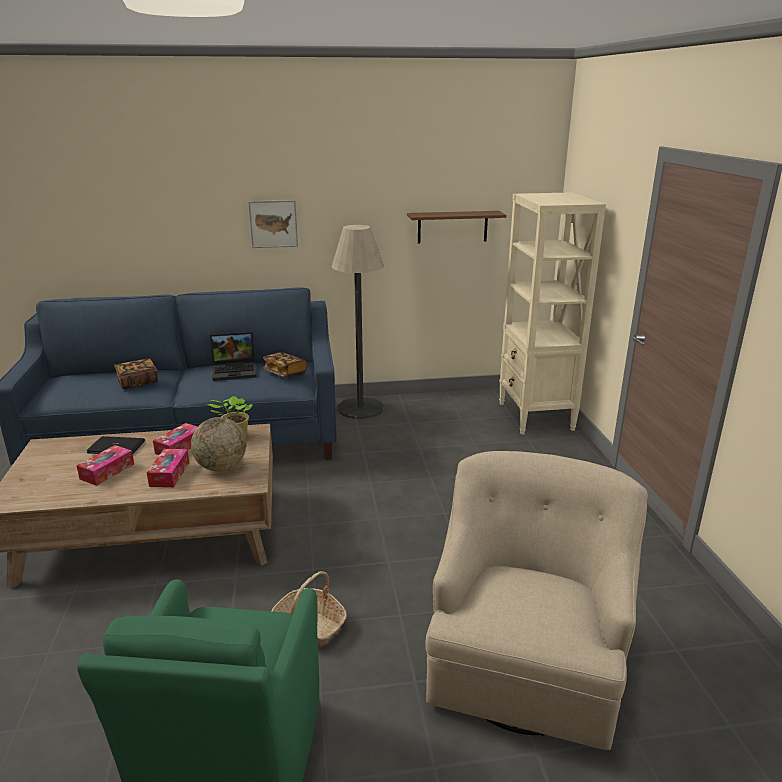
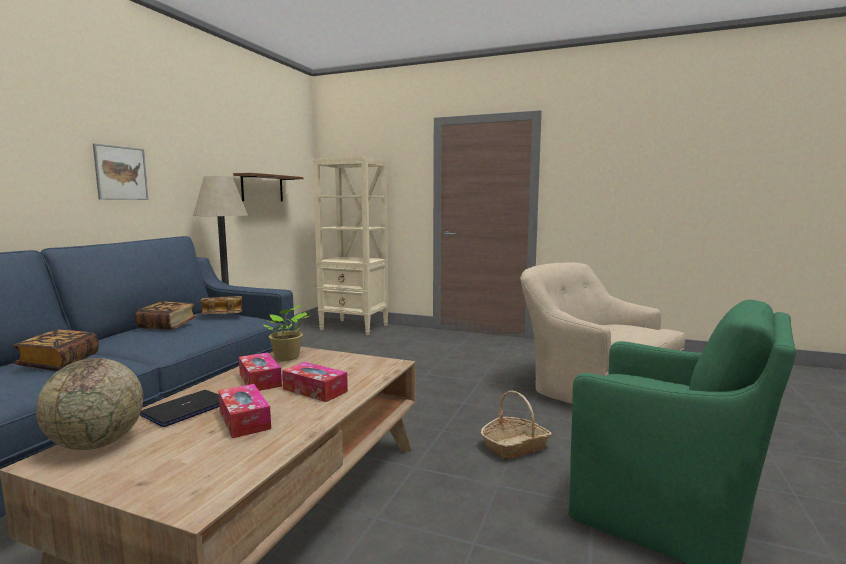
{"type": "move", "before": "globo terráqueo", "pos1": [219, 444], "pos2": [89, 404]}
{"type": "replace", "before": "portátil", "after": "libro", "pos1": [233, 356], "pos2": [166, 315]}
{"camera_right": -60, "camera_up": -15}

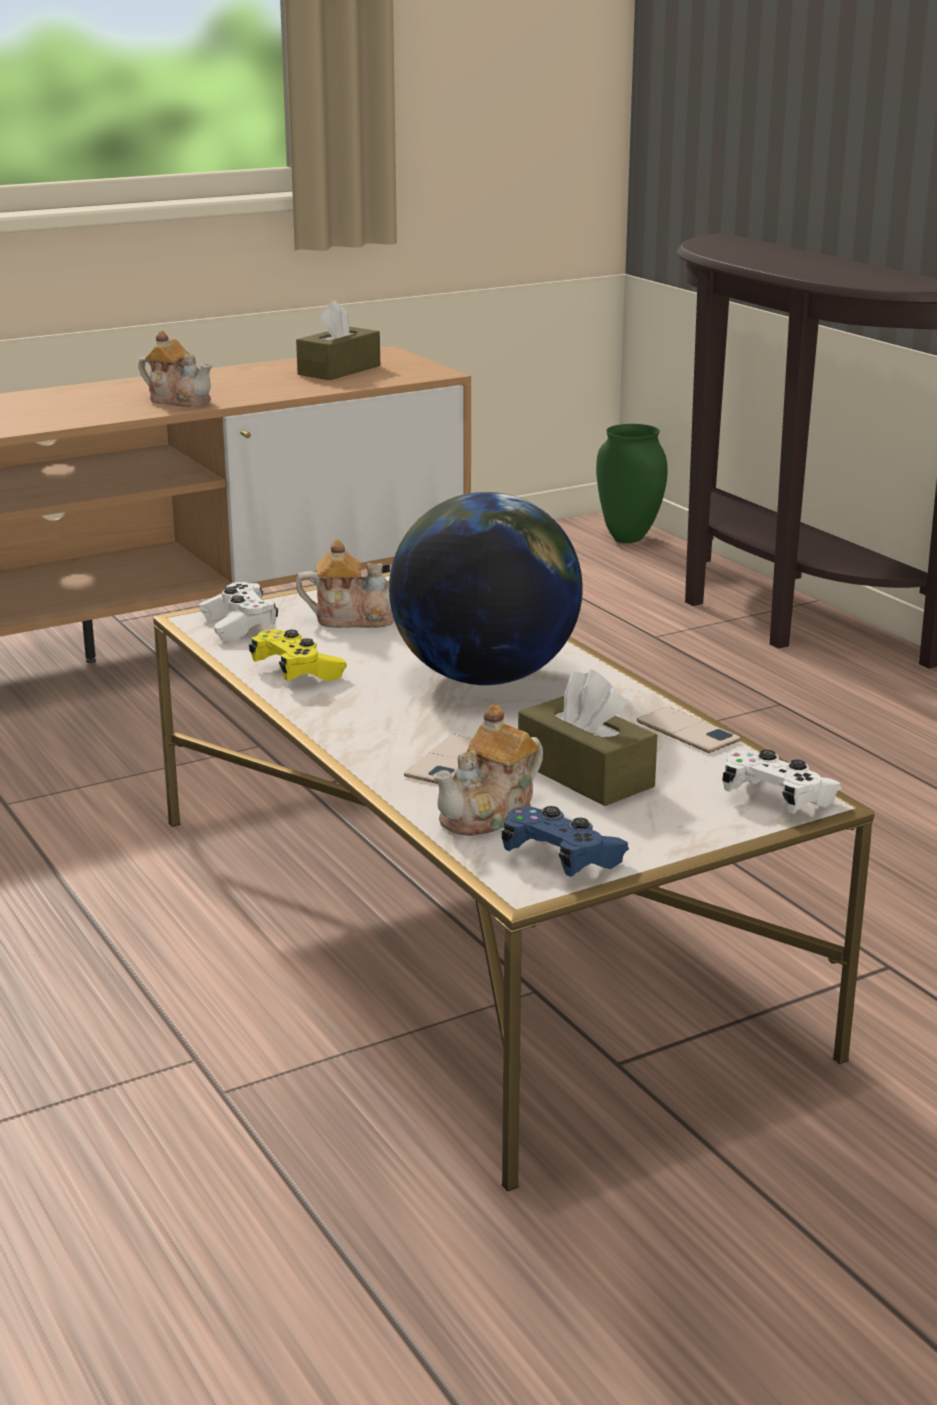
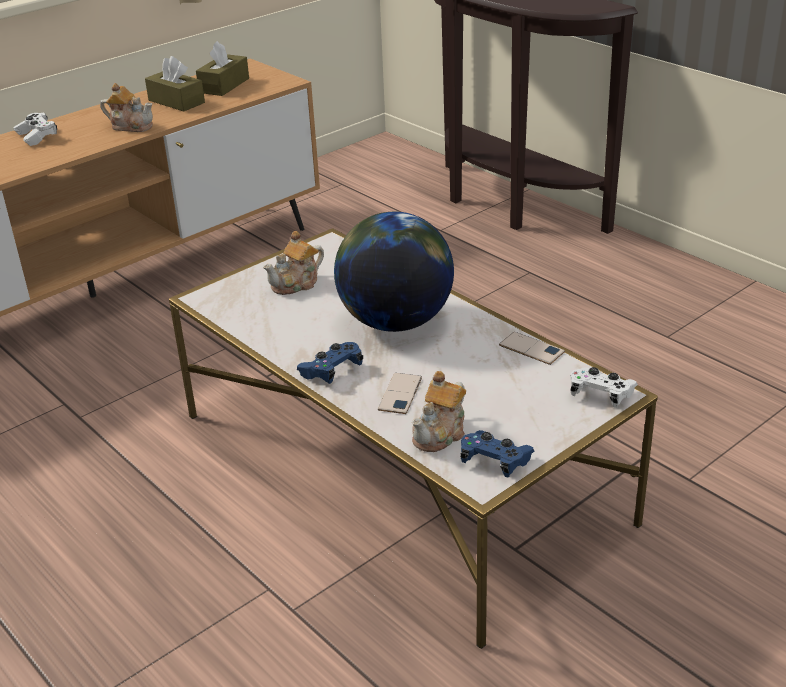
{"type": "delete", "before": "mando de consola (amarillo)", "pos1": [298, 655]}
{"type": "delete", "before": "florero (verde)", "pos1": [631, 483]}
{"type": "insert", "after": "mando de consola (azul)", "pos2": [330, 363]}
{"type": "move", "before": "mando de consola (blanco)", "pos1": [238, 611], "pos2": [35, 129]}
{"type": "move", "before": "caja de pañuelos (marrón)", "pos1": [587, 737], "pos2": [175, 83]}
{"type": "rotate", "before": "tetera", "pos1": [345, 583], "pos2": [293, 263], "turn": 150}
{"camera_right": -10, "camera_up": 10}

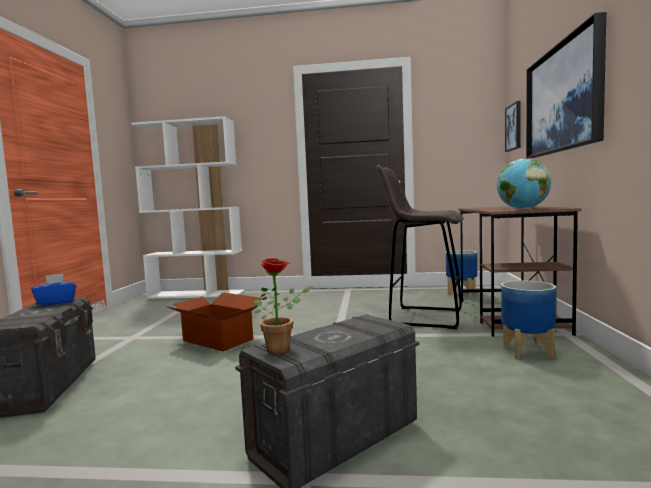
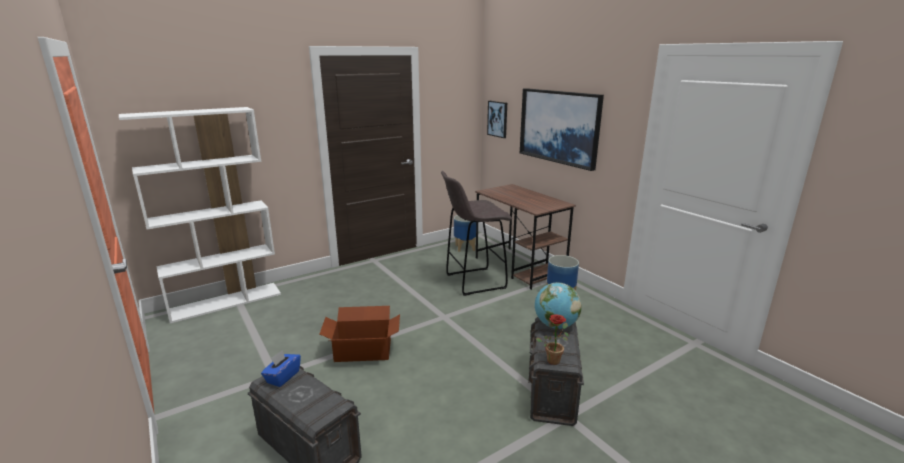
{"type": "move", "before": "globo terráqueo", "pos1": [524, 184], "pos2": [558, 305]}
{"camera_right": -40, "camera_up": 15}

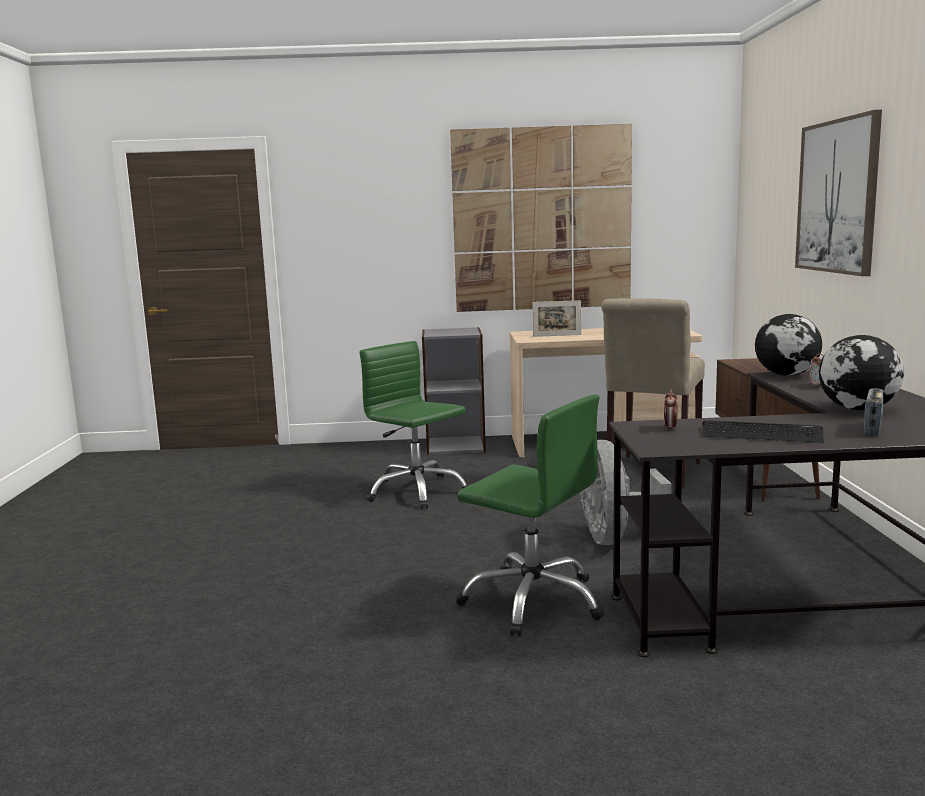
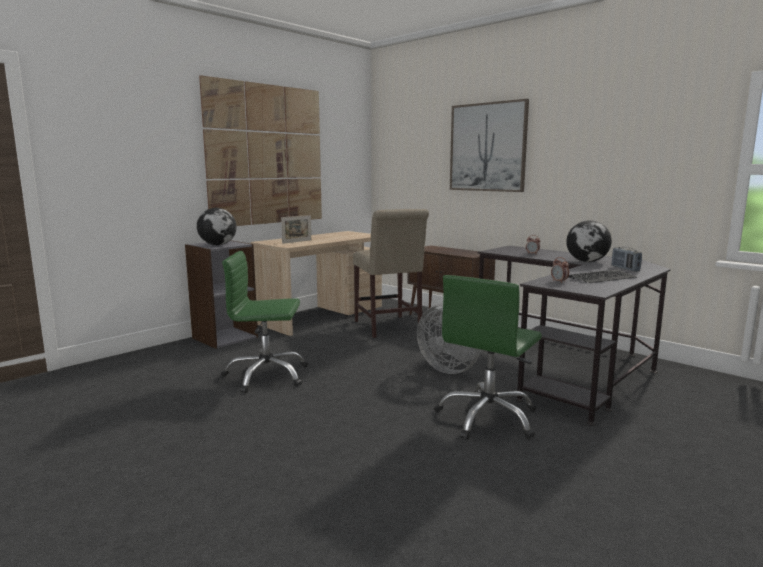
{"type": "move", "before": "globo terráqueo", "pos1": [788, 345], "pos2": [216, 226]}
{"type": "rotate", "before": "silla de oficina (verde)", "pos1": [530, 515], "pos2": [488, 357], "turn": 135}
{"camera_right": -45, "camera_up": 0}

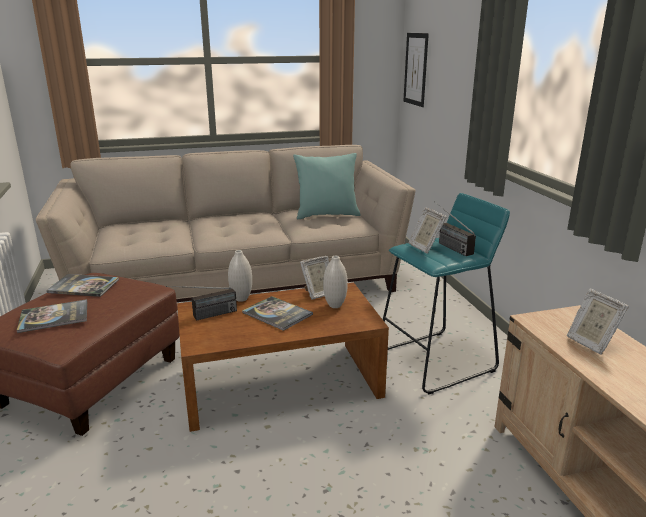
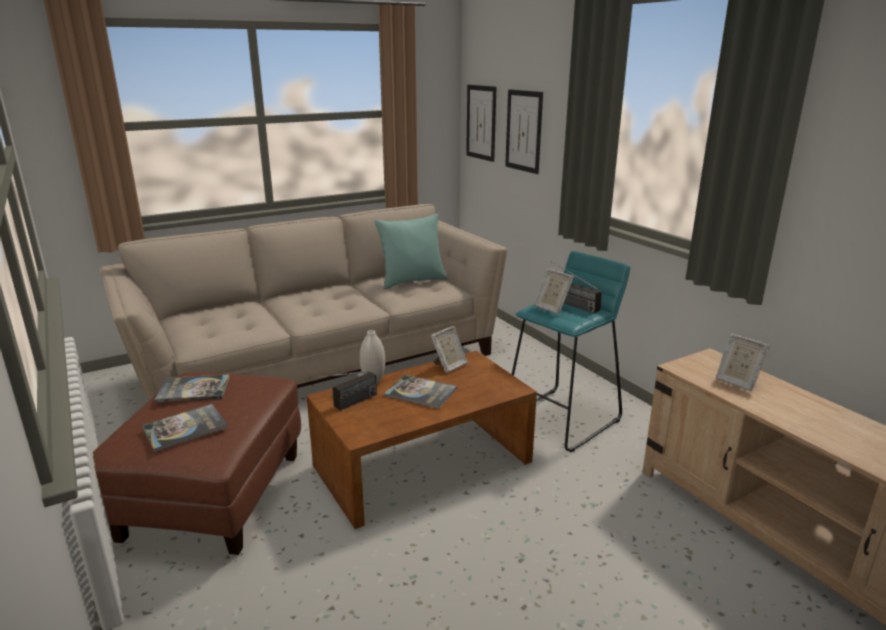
{"type": "delete", "before": "florero (blanco)", "pos1": [335, 282]}
{"type": "insert", "after": "cuadro", "pos2": [524, 131]}
{"camera_right": -15, "camera_up": 0}

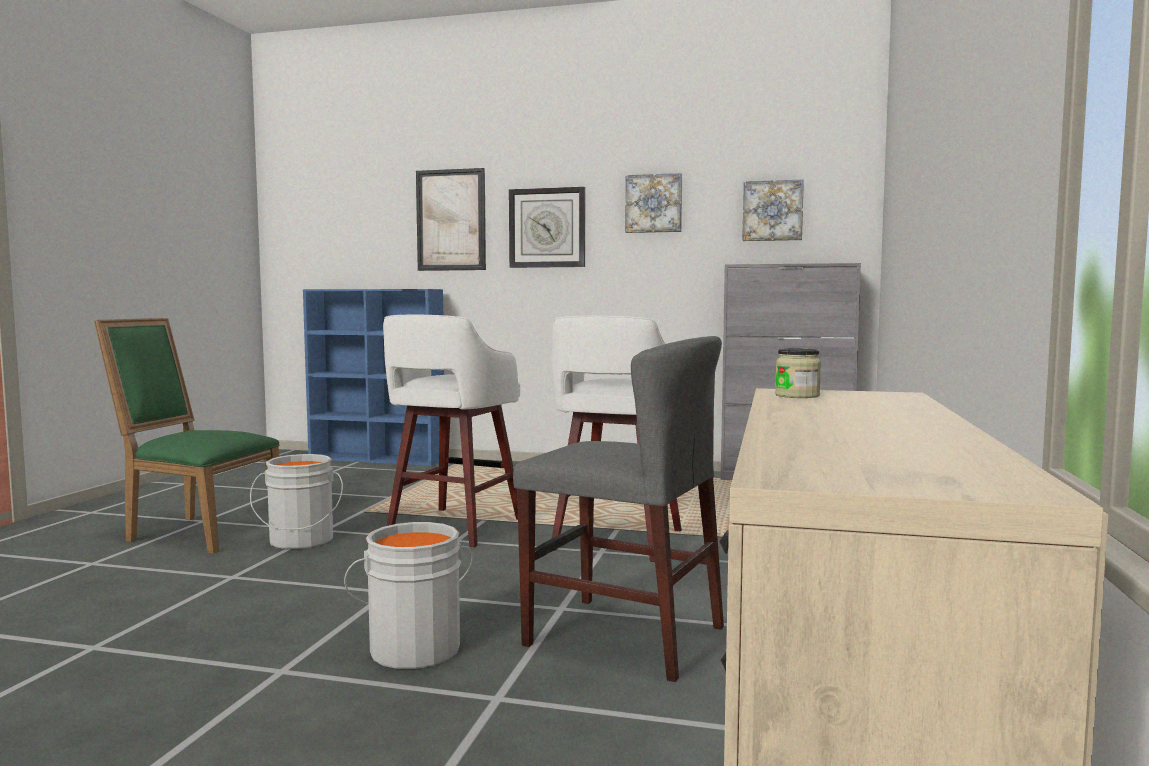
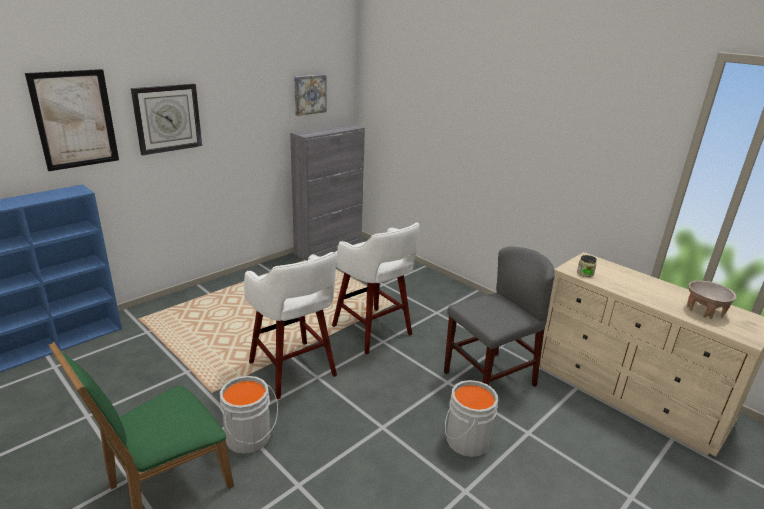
{"type": "delete", "before": "cuadro", "pos1": [653, 203]}
{"type": "insert", "after": "cuenco (beis)", "pos2": [711, 300]}
{"camera_right": -60, "camera_up": 20}

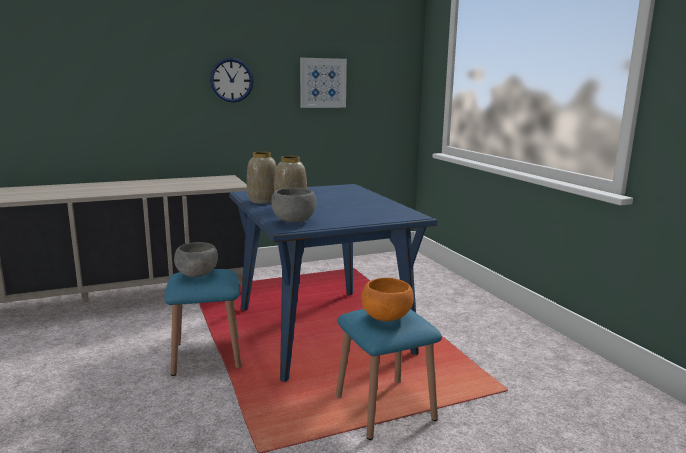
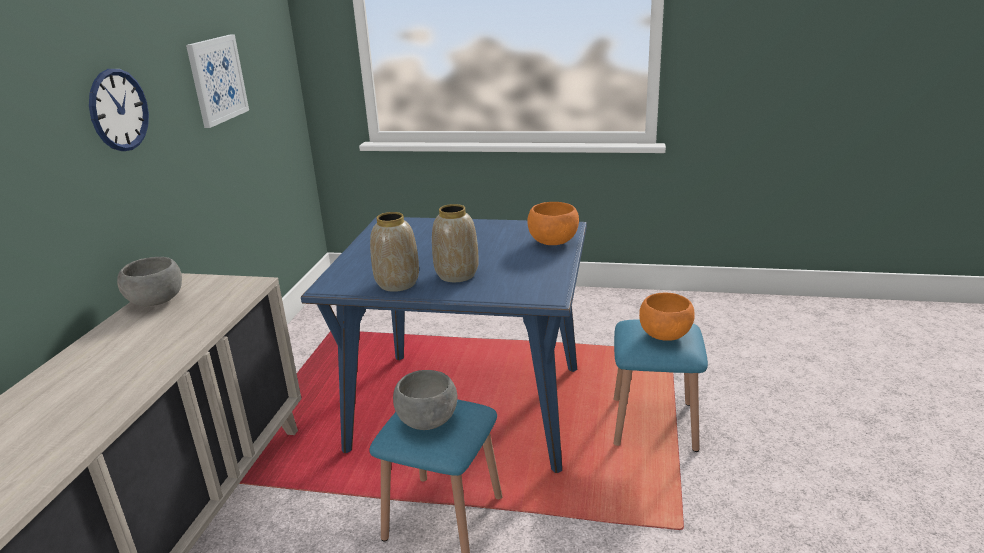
{"type": "insert", "after": "cuenco (naranja)", "pos2": [553, 223]}
{"type": "move", "before": "cuenco (gris)", "pos1": [293, 205], "pos2": [149, 281]}
{"camera_right": -55, "camera_up": 10}

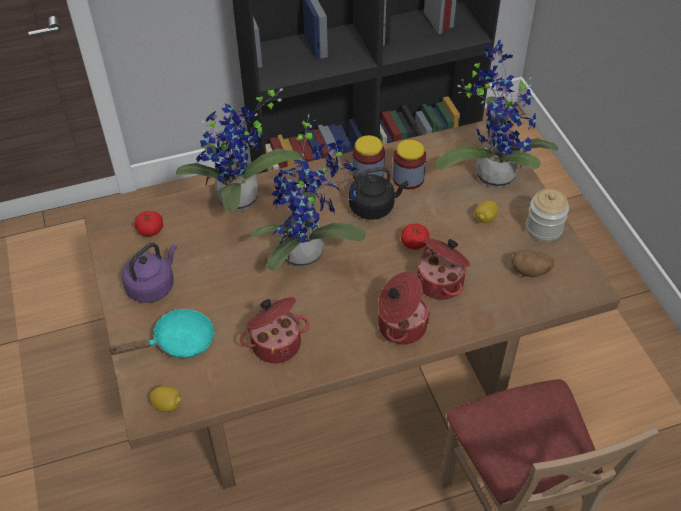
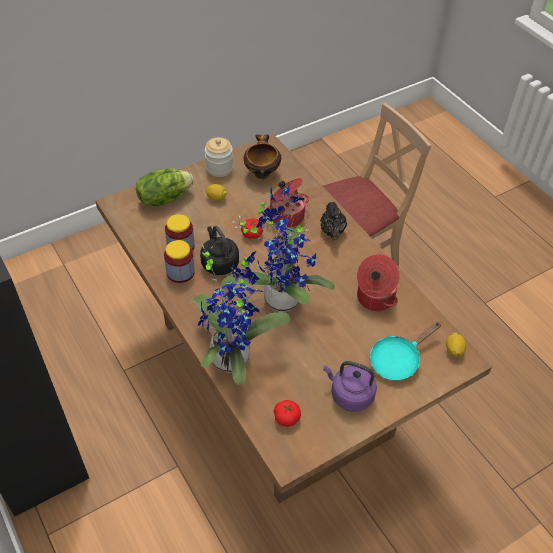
{"type": "replace", "before": "olla", "after": "tetera (negro)", "pos1": [404, 308], "pos2": [333, 221]}
{"type": "replace", "before": "planta en maceta", "after": "lechuga", "pos1": [497, 114], "pos2": [165, 187]}
{"type": "replace", "before": "patata", "after": "cuenco", "pos1": [533, 263], "pos2": [262, 156]}
{"type": "rotate", "before": "sartén (turquesa)", "pos1": [161, 333], "pos2": [405, 351], "turn": -90}
{"camera_right": -105, "camera_up": 0}

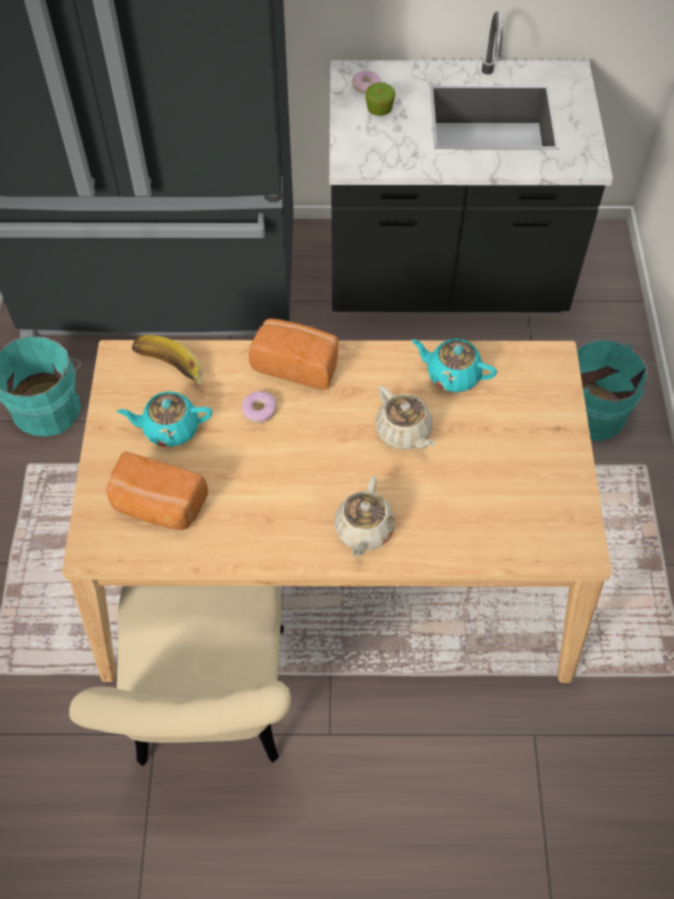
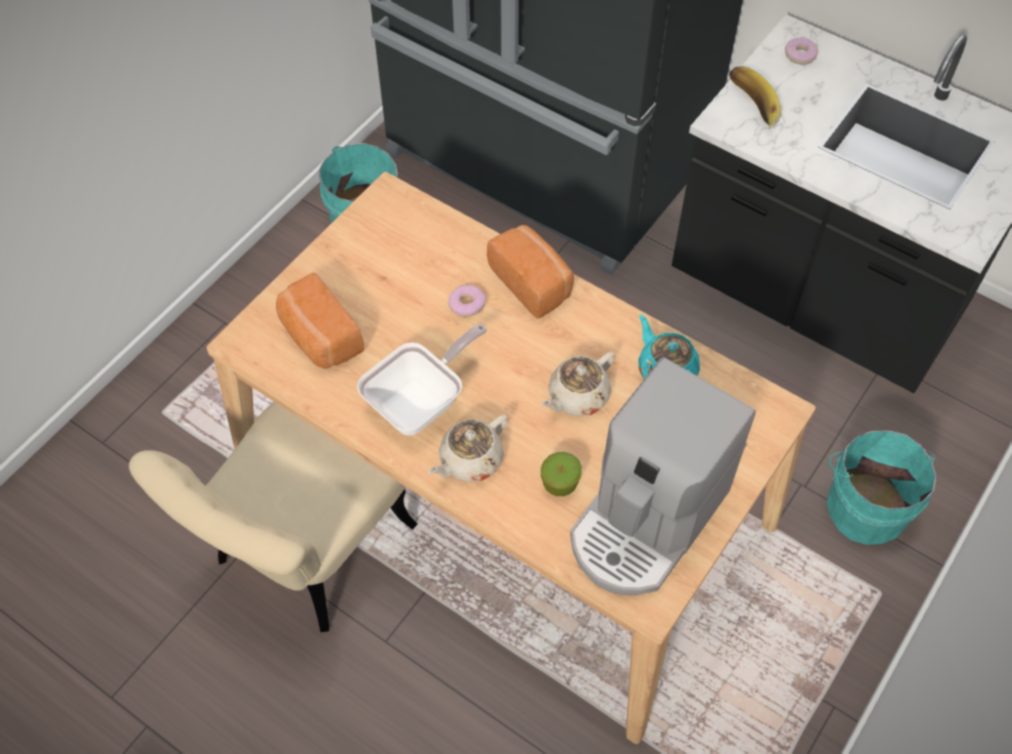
{"type": "delete", "before": "tetera (turquesa)", "pos1": [164, 419]}
{"type": "insert", "after": "sartén", "pos2": [422, 380]}
{"type": "insert", "after": "cafetera", "pos2": [663, 476]}
{"type": "move", "before": "plátano", "pos1": [167, 359], "pos2": [755, 97]}
{"type": "move", "before": "manzana", "pos1": [380, 99], "pos2": [561, 474]}
{"type": "rotate", "before": "tetera (beis)", "pos1": [405, 417], "pos2": [578, 384], "turn": 45}
{"camera_right": 35, "camera_up": 0}

